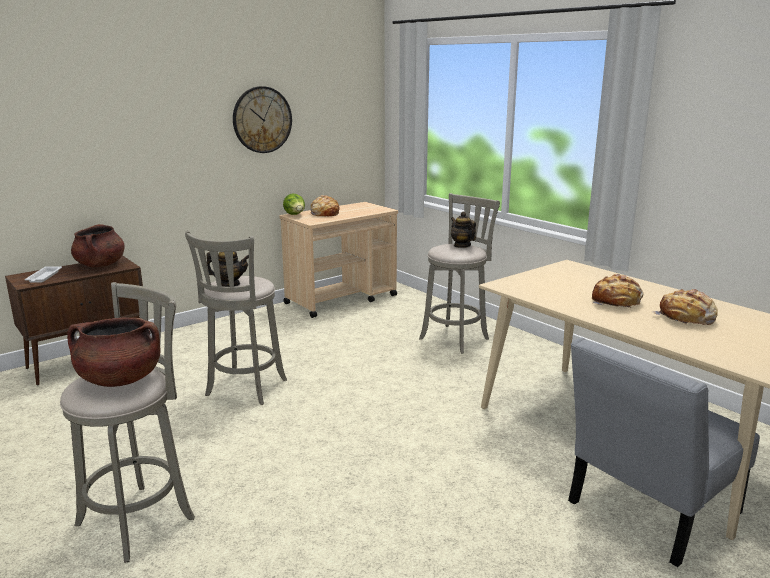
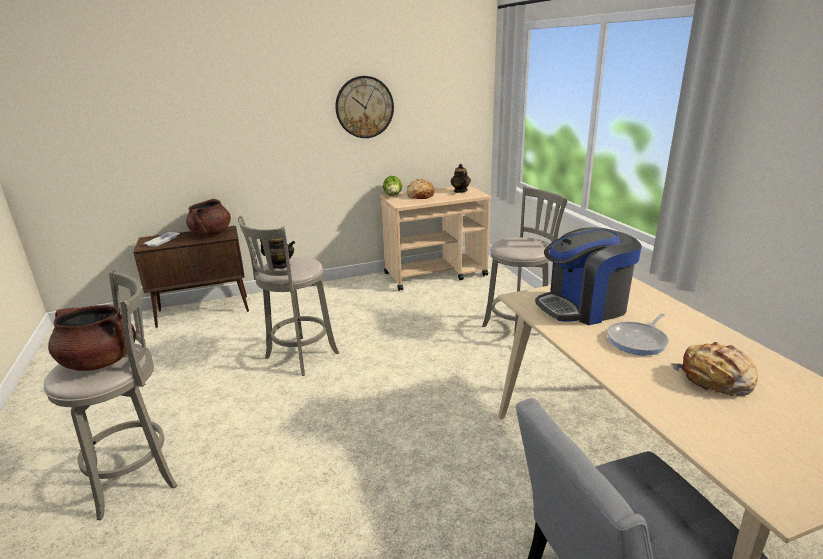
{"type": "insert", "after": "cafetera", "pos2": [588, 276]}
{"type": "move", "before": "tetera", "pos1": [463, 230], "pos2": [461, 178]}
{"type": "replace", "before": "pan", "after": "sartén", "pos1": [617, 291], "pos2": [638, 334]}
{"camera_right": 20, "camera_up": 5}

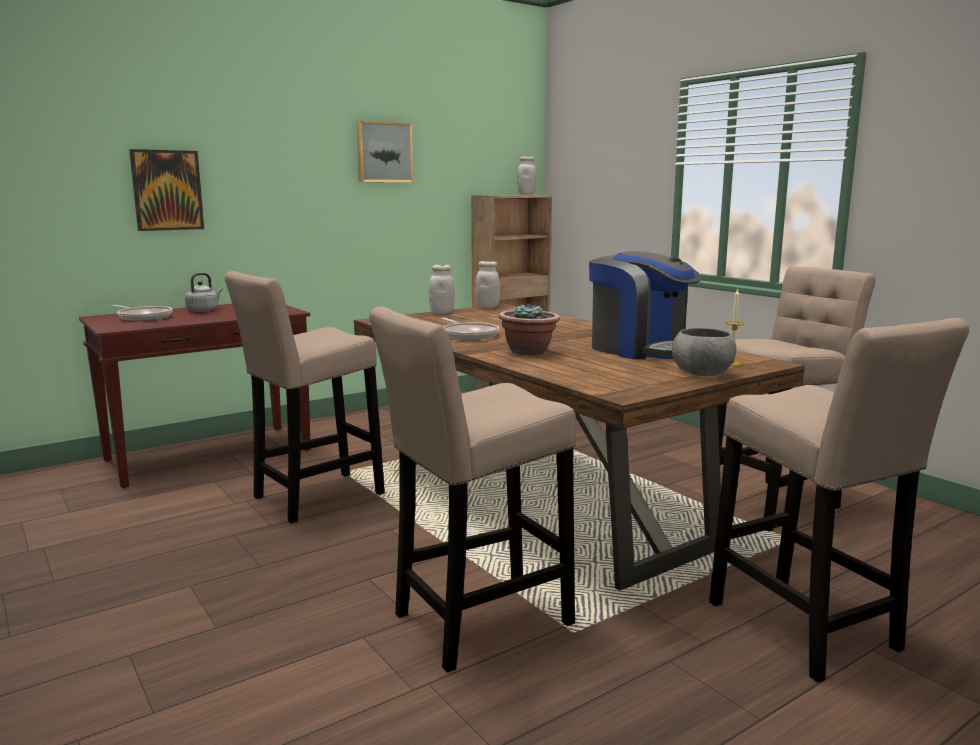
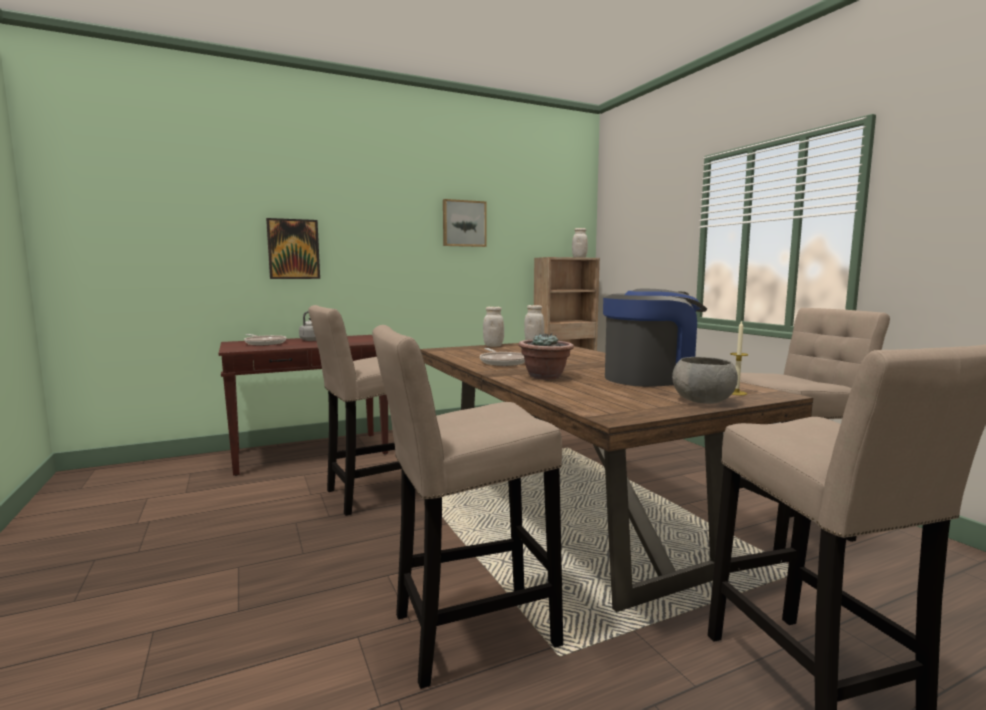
{"type": "rotate", "before": "cafetera", "pos1": [645, 305], "pos2": [655, 338], "turn": -75}
{"camera_right": 10, "camera_up": -5}

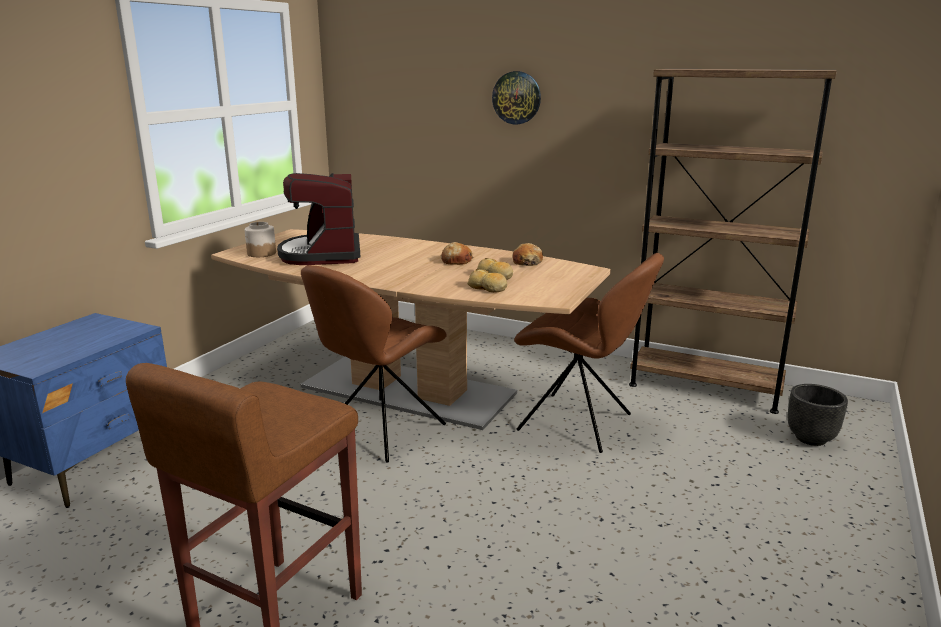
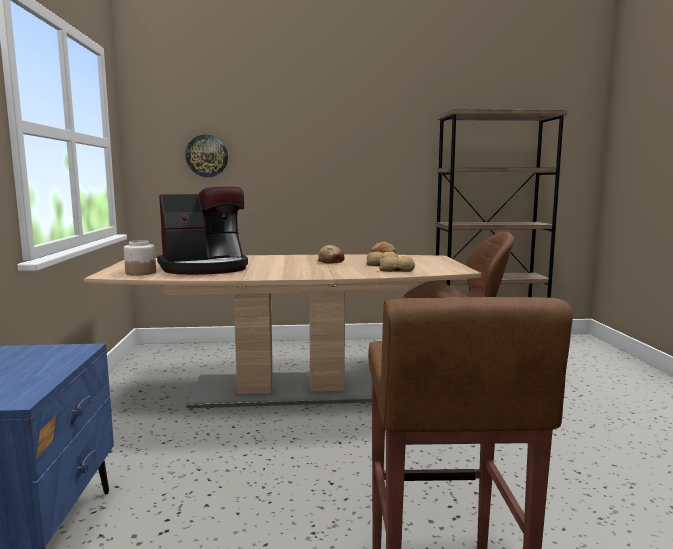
{"type": "delete", "before": "silla (marrón)", "pos1": [374, 363]}
{"type": "delete", "before": "maceta (negro)", "pos1": [818, 415]}
{"type": "move", "before": "reloj de pared", "pos1": [516, 98], "pos2": [206, 156]}
{"type": "rotate", "before": "cafetera", "pos1": [318, 219], "pos2": [202, 231], "turn": -75}
{"camera_right": -30, "camera_up": -10}

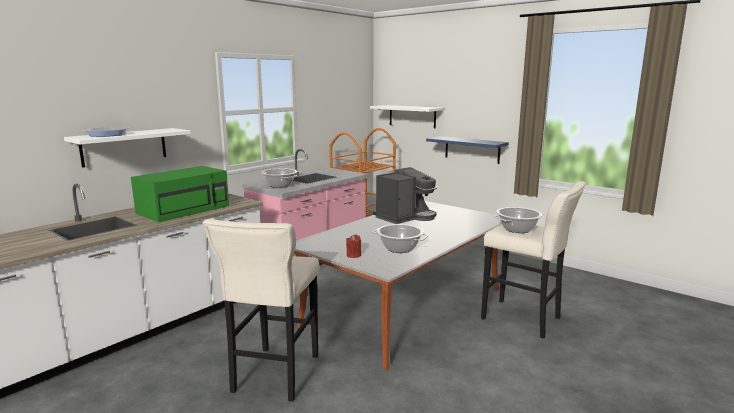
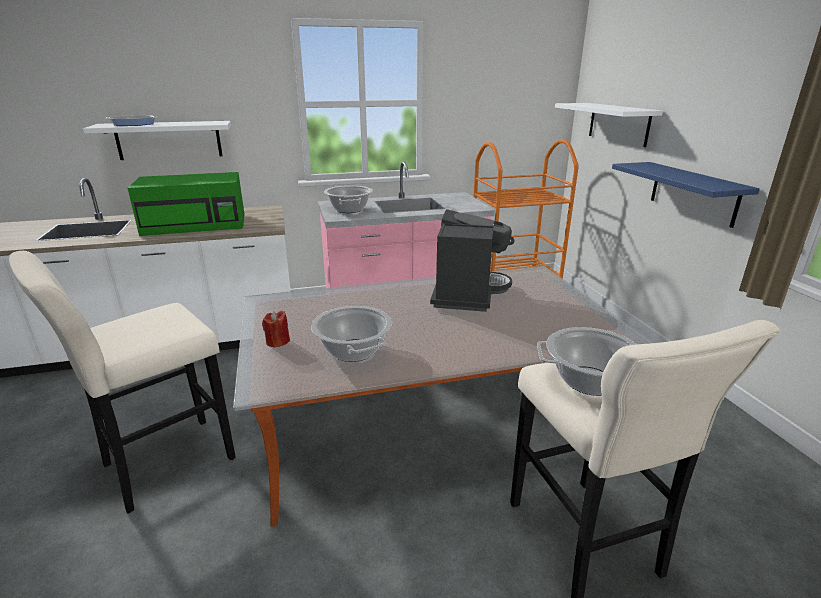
{"type": "rotate", "before": "cafetera", "pos1": [405, 195], "pos2": [472, 260], "turn": -75}
{"camera_right": 35, "camera_up": 10}

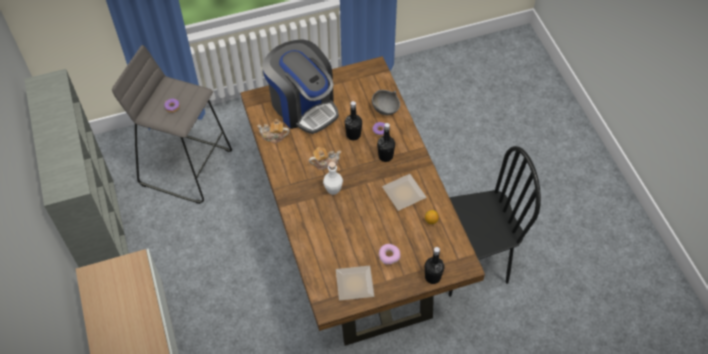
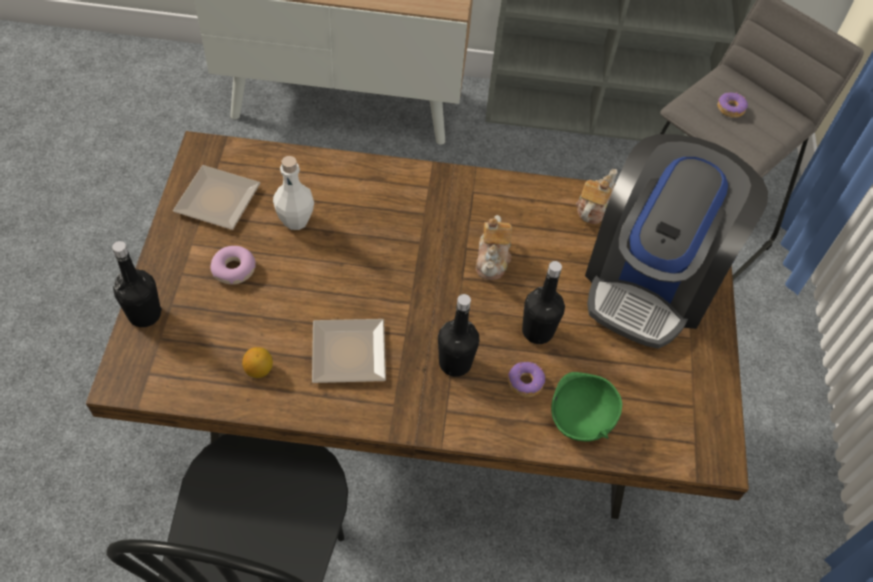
{"type": "move", "before": "botella (blanco)", "pos1": [333, 178], "pos2": [293, 193]}
{"type": "recolor", "before": "cuenco (gris)", "after": "cuenco (verde)", "pos1": [386, 102], "pos2": [586, 407]}
{"type": "rotate", "before": "cafetera", "pos1": [300, 86], "pos2": [676, 241], "turn": -45}
{"camera_right": 110, "camera_up": 0}

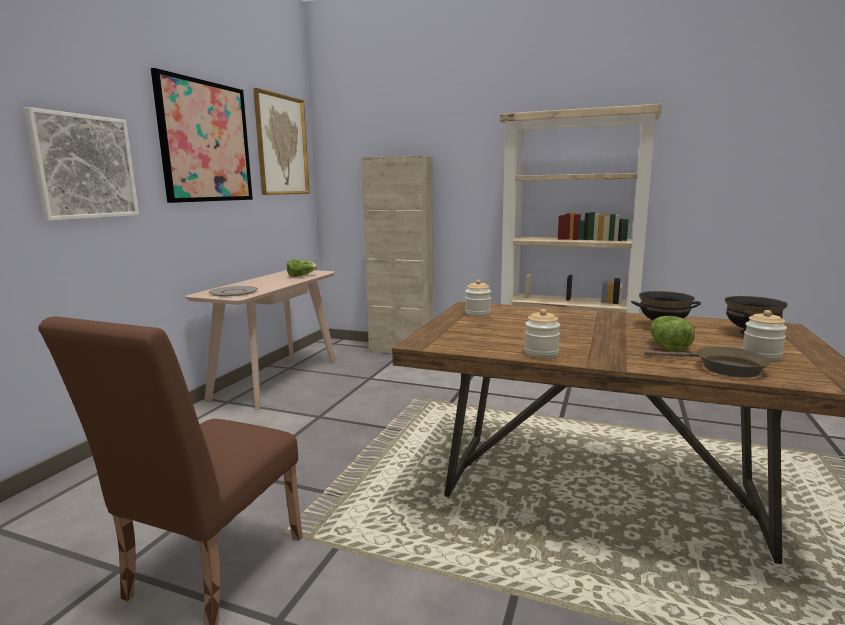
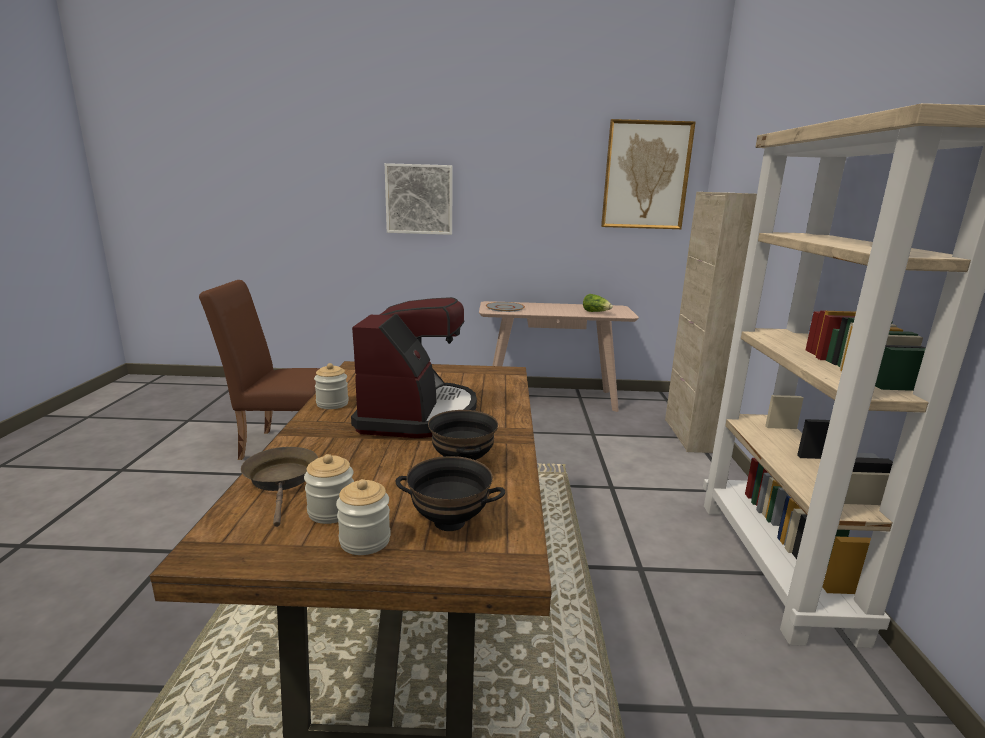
{"type": "delete", "before": "cuadro", "pos1": [202, 135]}
{"type": "delete", "before": "lechuga", "pos1": [672, 334]}
{"type": "insert", "after": "cafetera", "pos2": [414, 367]}
{"type": "move", "before": "tarro", "pos1": [478, 298], "pos2": [363, 517]}
{"type": "rotate", "before": "sartén (marrón)", "pos1": [708, 362], "pos2": [279, 487], "turn": 150}
{"camera_right": 70, "camera_up": 5}

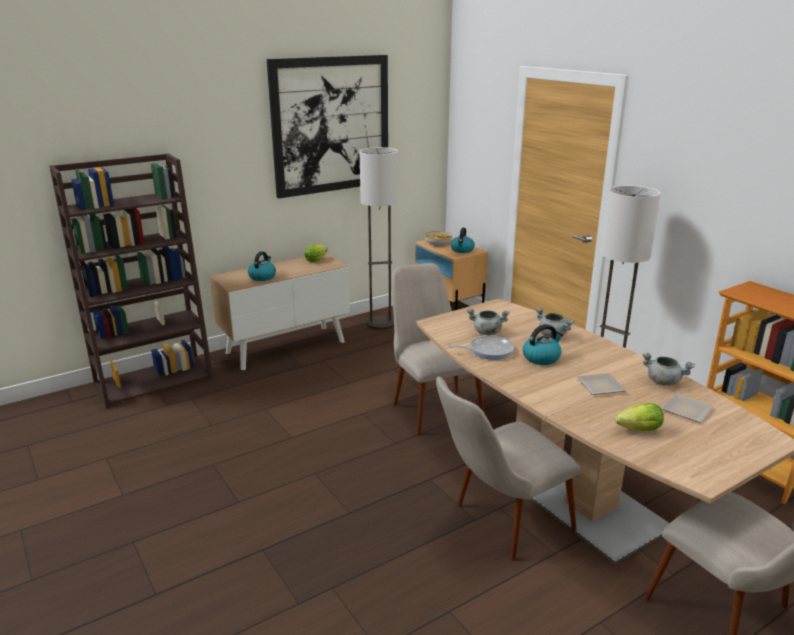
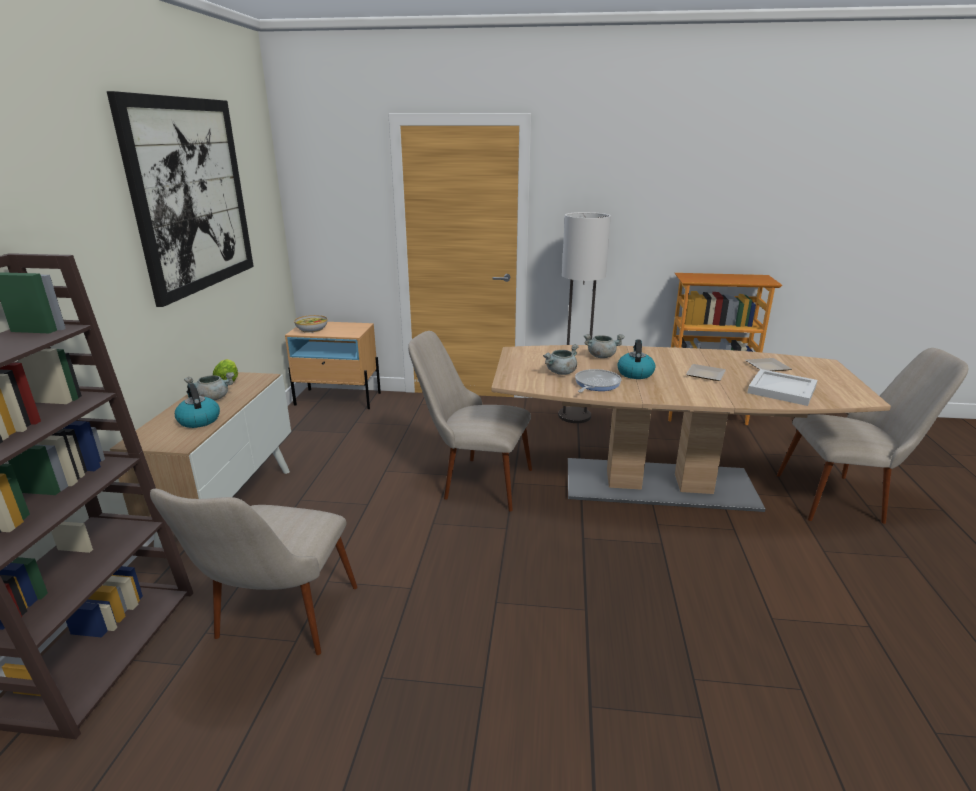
{"type": "delete", "before": "lámpara de pie", "pos1": [379, 238]}
{"type": "delete", "before": "hervidor", "pos1": [462, 240]}
{"type": "move", "before": "silla (beis)", "pos1": [508, 469], "pos2": [254, 572]}
{"type": "move", "before": "olla (gris)", "pos1": [669, 369], "pos2": [209, 386]}
{"type": "replace", "before": "lechuga", "after": "bandeja (blanco)", "pos1": [639, 417], "pos2": [782, 387]}
{"camera_right": -50, "camera_up": 0}

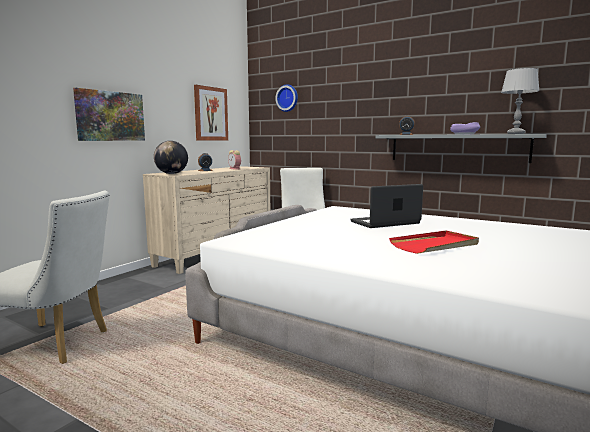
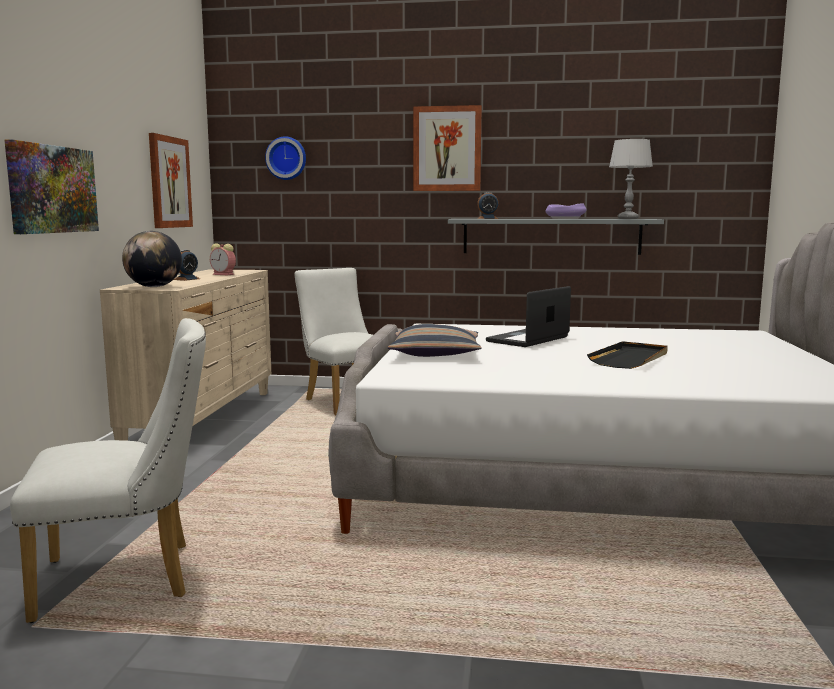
{"type": "insert", "after": "cojín", "pos2": [435, 340]}
{"type": "insert", "after": "cuadro", "pos2": [447, 148]}
{"type": "recolor", "before": "bandeja (rojo)", "after": "bandeja (negro)", "pos1": [434, 242], "pos2": [627, 355]}
{"camera_right": -25, "camera_up": 0}

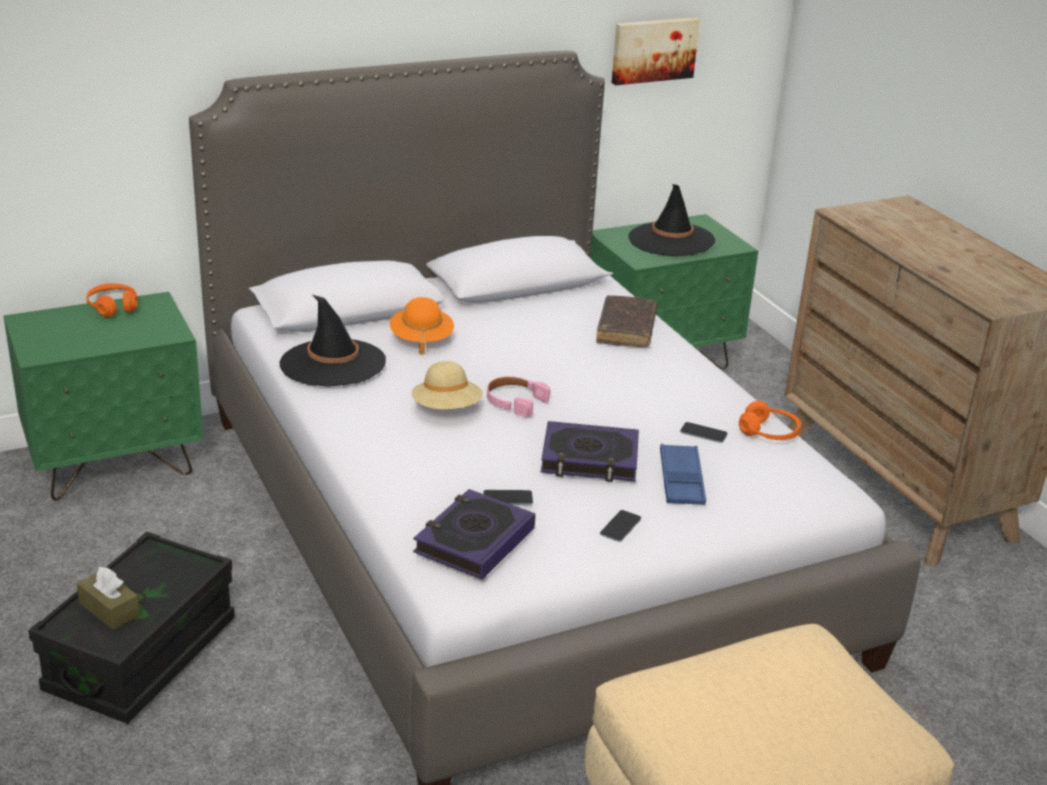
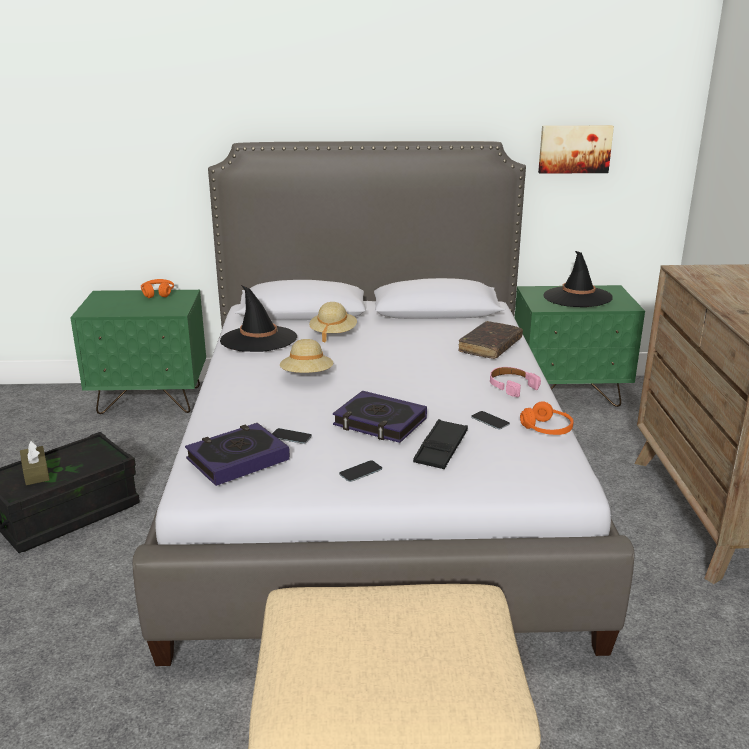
{"type": "move", "before": "auriculares (rosa)", "pos1": [518, 396], "pos2": [515, 382]}
{"type": "recolor", "before": "sombrero (naranja)", "after": "sombrero (beis)", "pos1": [422, 326], "pos2": [333, 322]}
{"type": "recolor", "before": "bandeja (azul)", "after": "bandeja (negro)", "pos1": [683, 474], "pos2": [440, 444]}
{"camera_right": 25, "camera_up": -5}

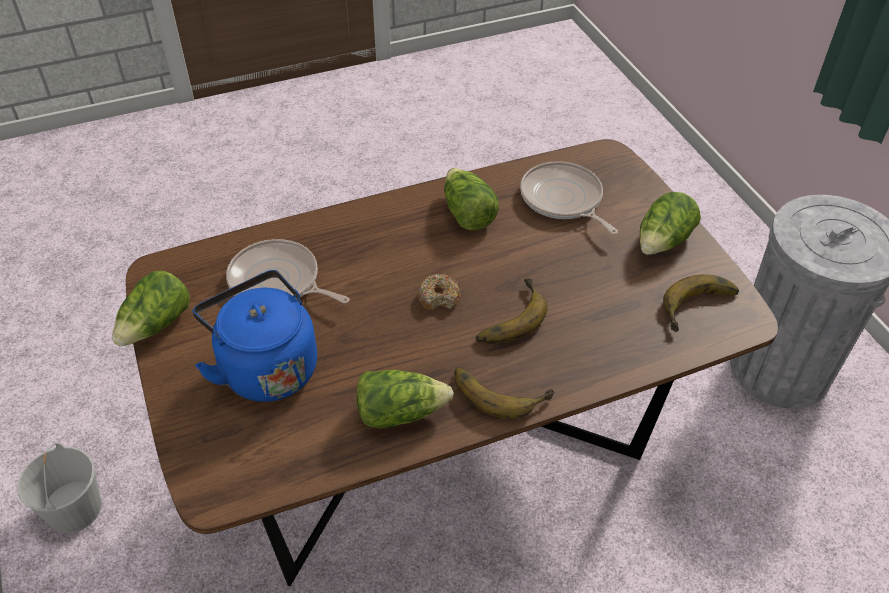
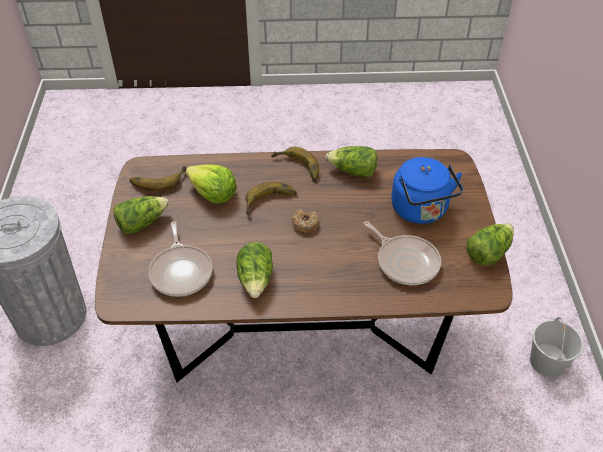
{"type": "insert", "after": "lechuga", "pos2": [211, 184]}
{"camera_right": -160, "camera_up": 0}

